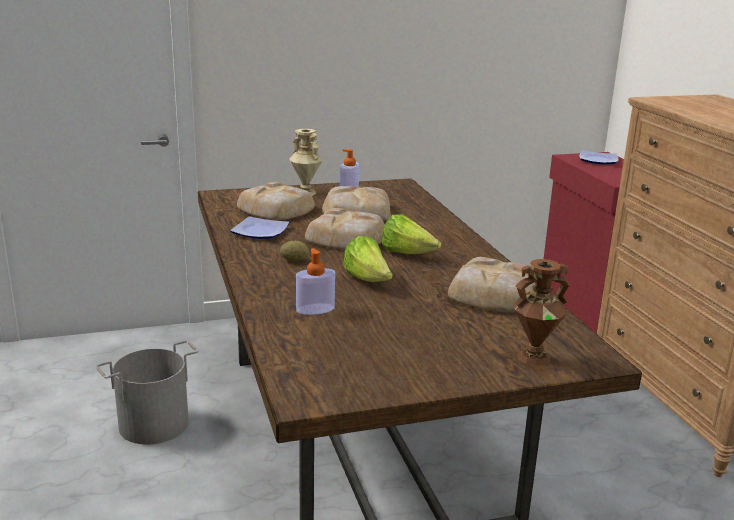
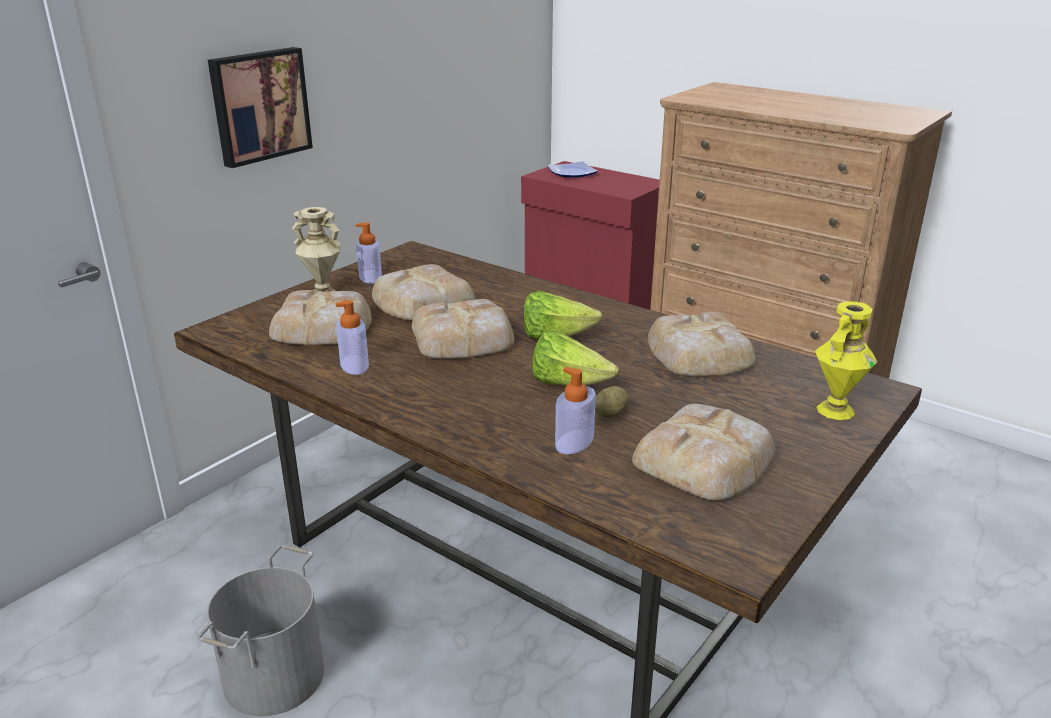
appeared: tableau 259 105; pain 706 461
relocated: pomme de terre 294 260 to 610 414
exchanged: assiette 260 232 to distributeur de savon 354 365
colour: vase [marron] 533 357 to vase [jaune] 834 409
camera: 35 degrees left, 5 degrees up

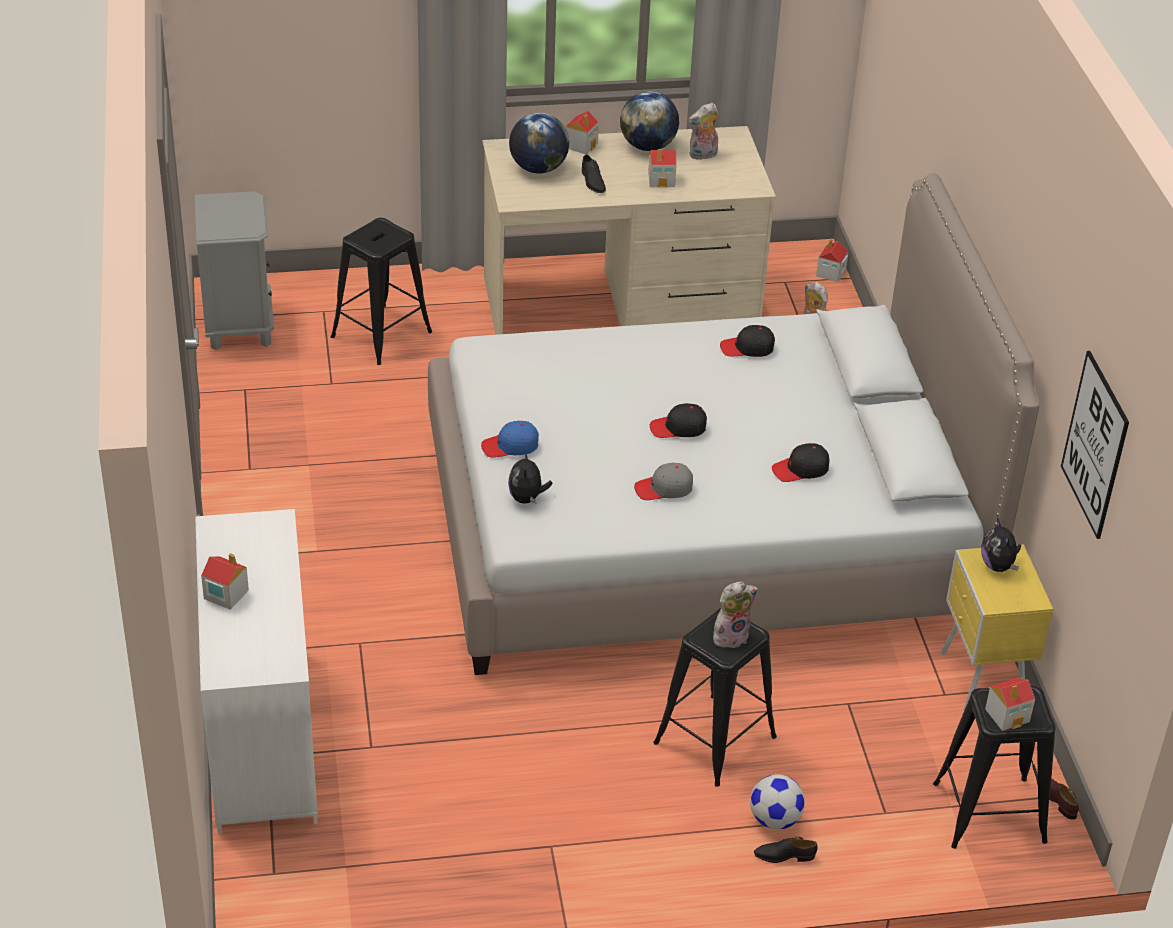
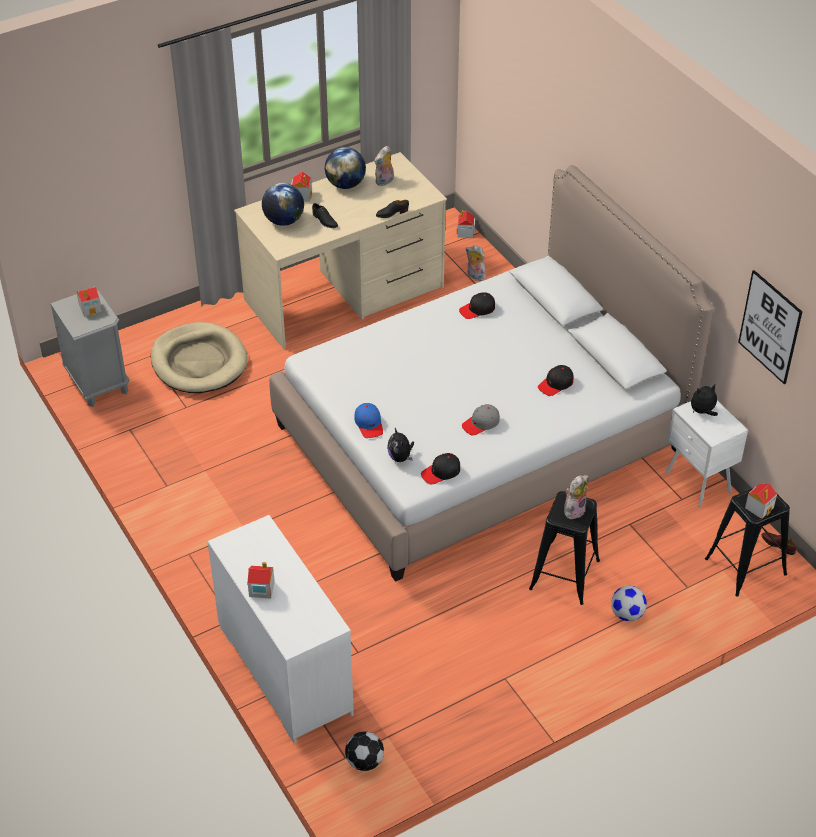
appeared: ballon de foot 364 762
relocated: maison miniature 662 180 to 90 308; casquette [noir] 678 428 to 441 472; chaussure [noir] 784 856 to 392 213
exchanged: tabouret [noir] 381 335 to panier pour chien [beige] 199 362
colour: table de chevet [jaune] 981 681 to table de chevet [blanc] 698 483
spun: casquette [bleu] 510 446 = 369 424 75 degrees counterclockwise; peluche 998 566 = 702 412 105 degrees clockwise
camera: 20 degrees left, 5 degrees up

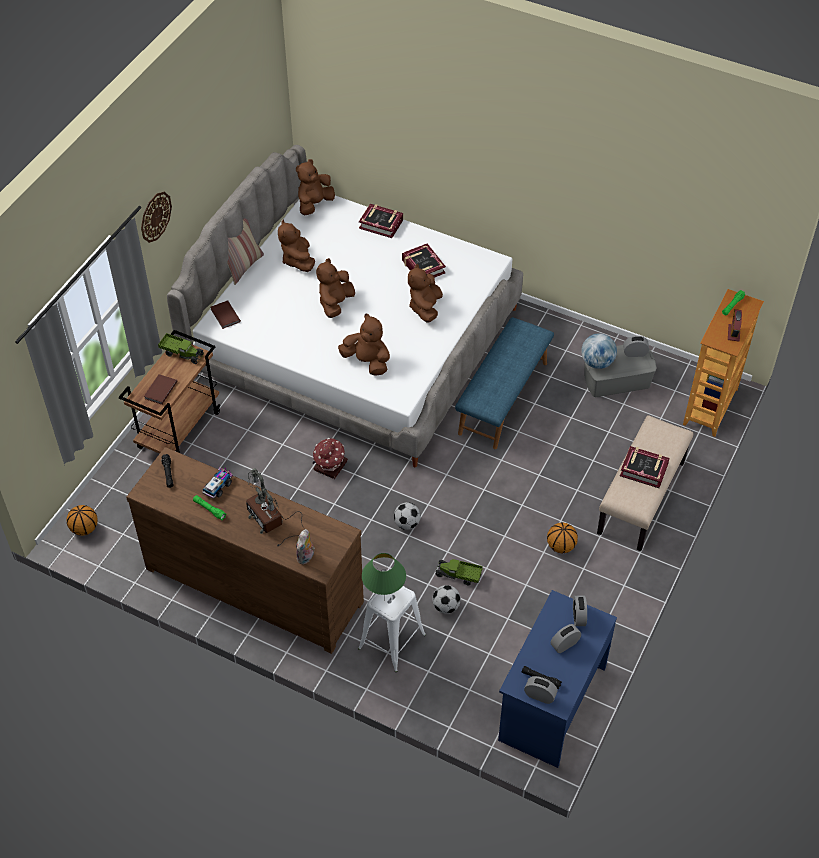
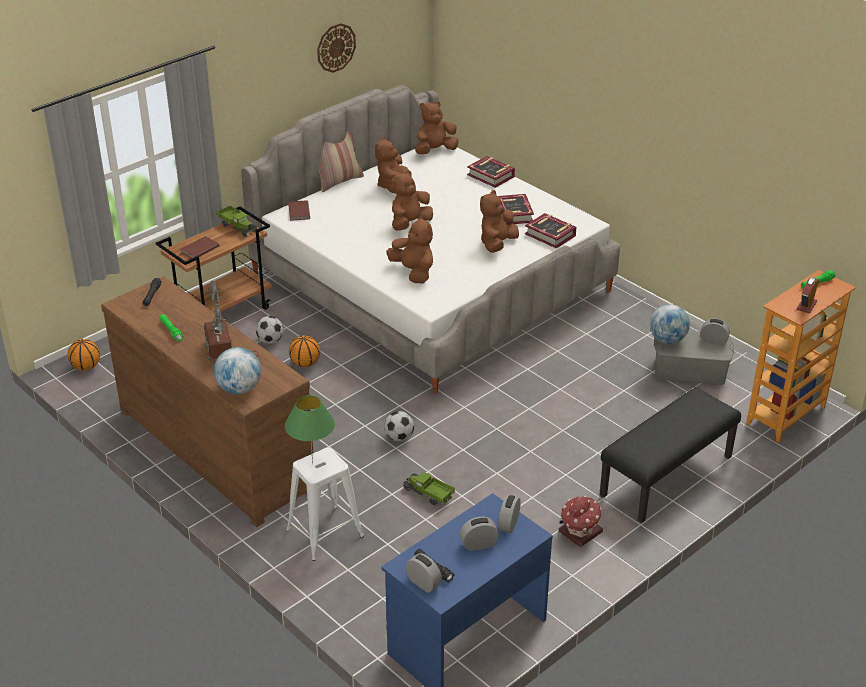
missing: camion jouet 218 486; banc [bleu] 502 397
relocated: horloge murale 155 216 to 336 47; maison miniature 330 466 to 579 532; ballon de foot 446 607 to 270 341; ballon de basket 560 546 to 305 363; livre 644 470 to 550 235
exchanged: peluche 306 557 to globe 239 389
colour: banc [beige] 641 498 to banc [noir] 667 477
camera: 20 degrees right, 15 degrees down

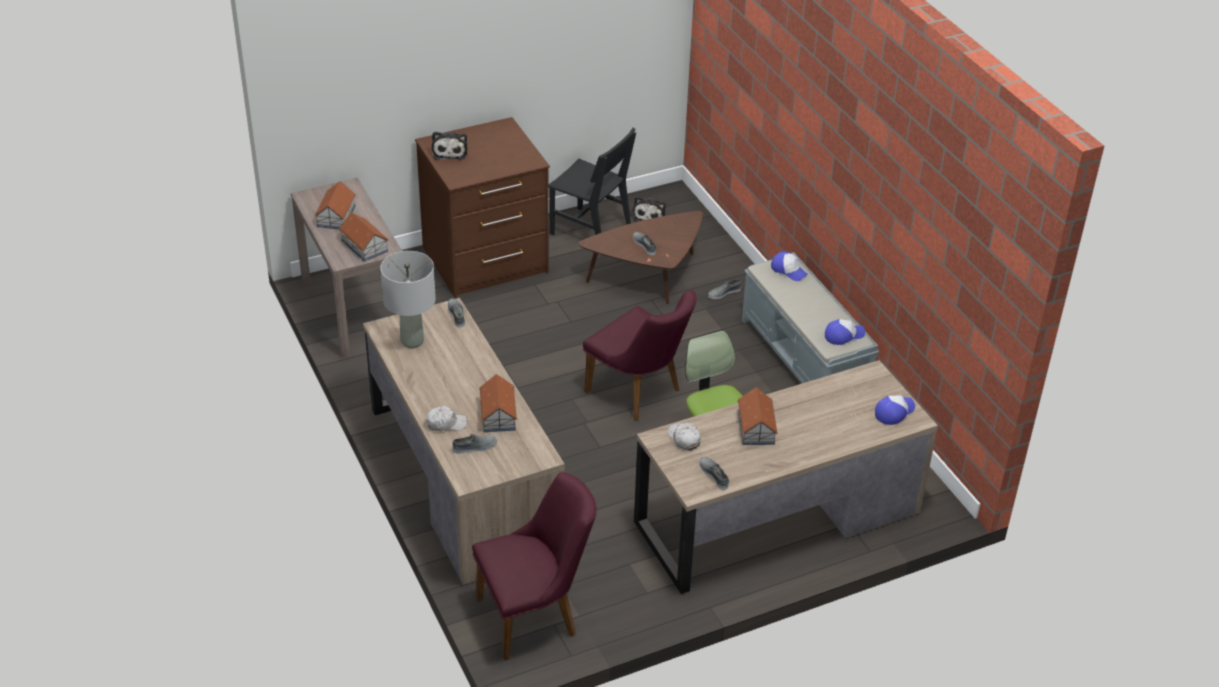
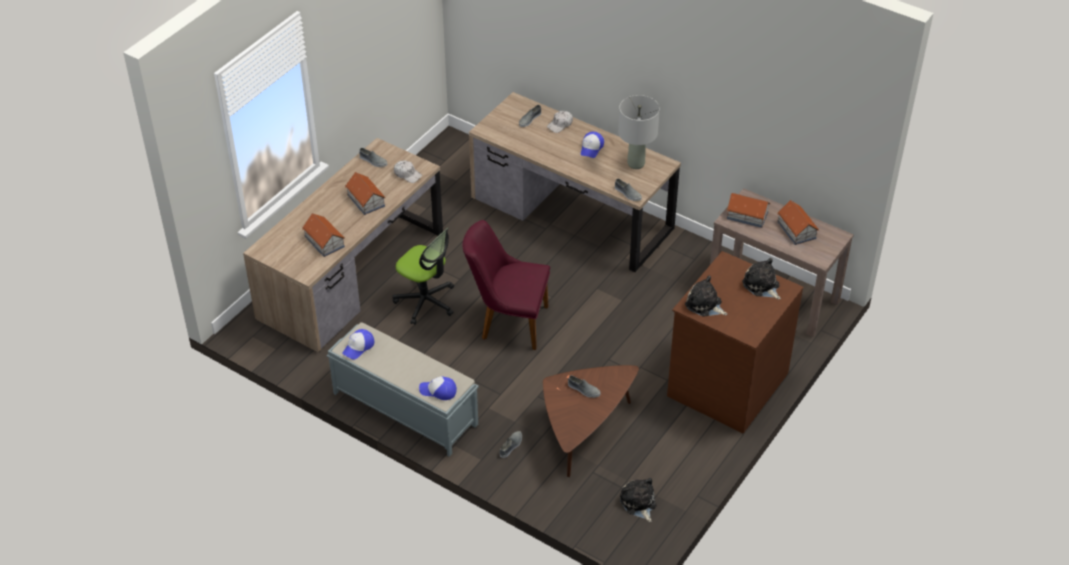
missing: chaise [violet] 536 615; chaise [noir] 590 231
appeared: peluche 705 305
relocated: maison miniature 498 414 to 324 242; casquette 894 412 to 591 148
camera: 150 degrees right, 5 degrees up

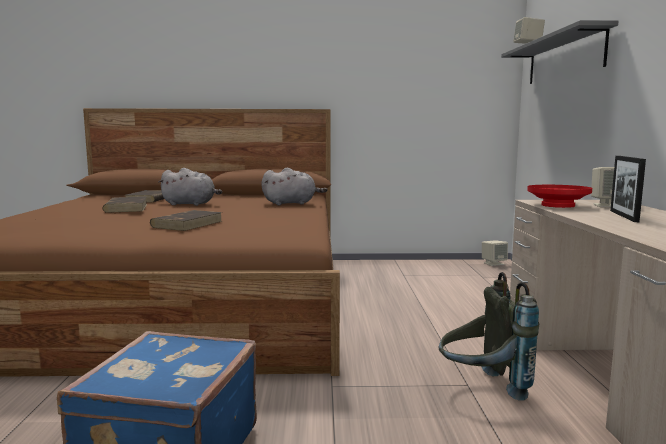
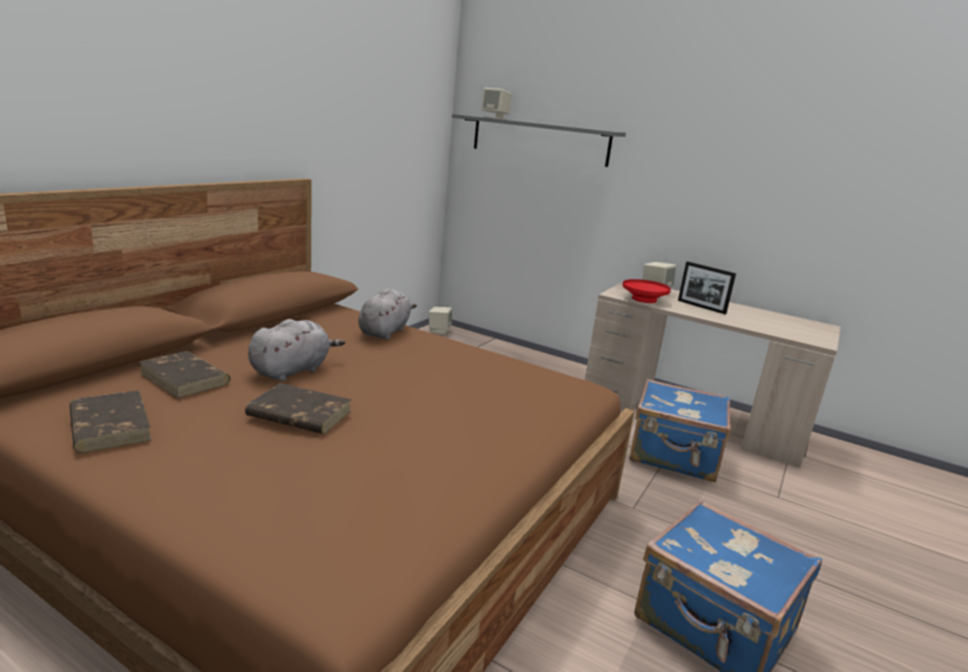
relocated: livre [marron] 188 224 to 109 425
exchanged: sac à dos [gris] 482 388 to valise [bleu] 674 456
camera: 60 degrees left, 10 degrees up

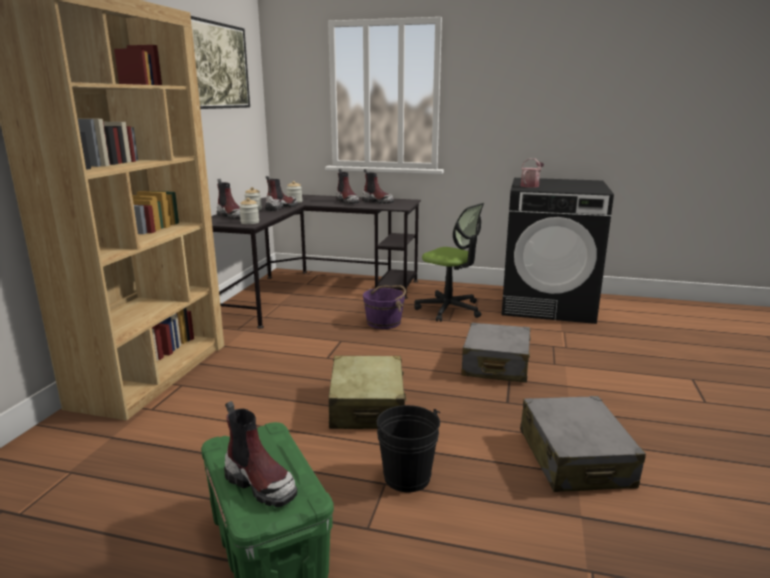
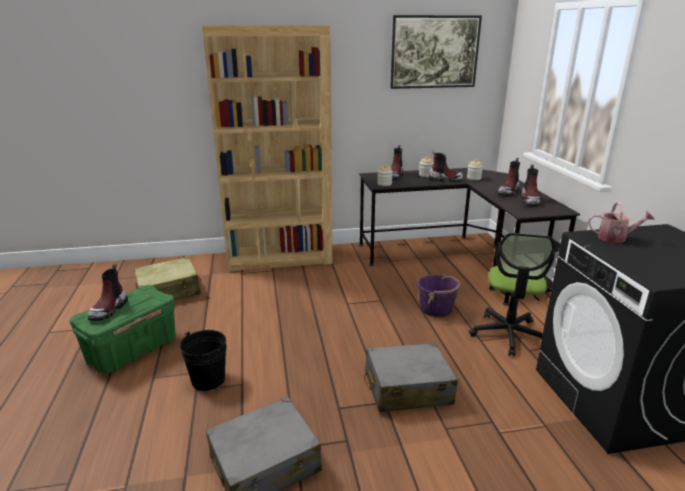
relocated: valise [beige] 367 406 to 169 291
camera: 65 degrees right, 5 degrees up

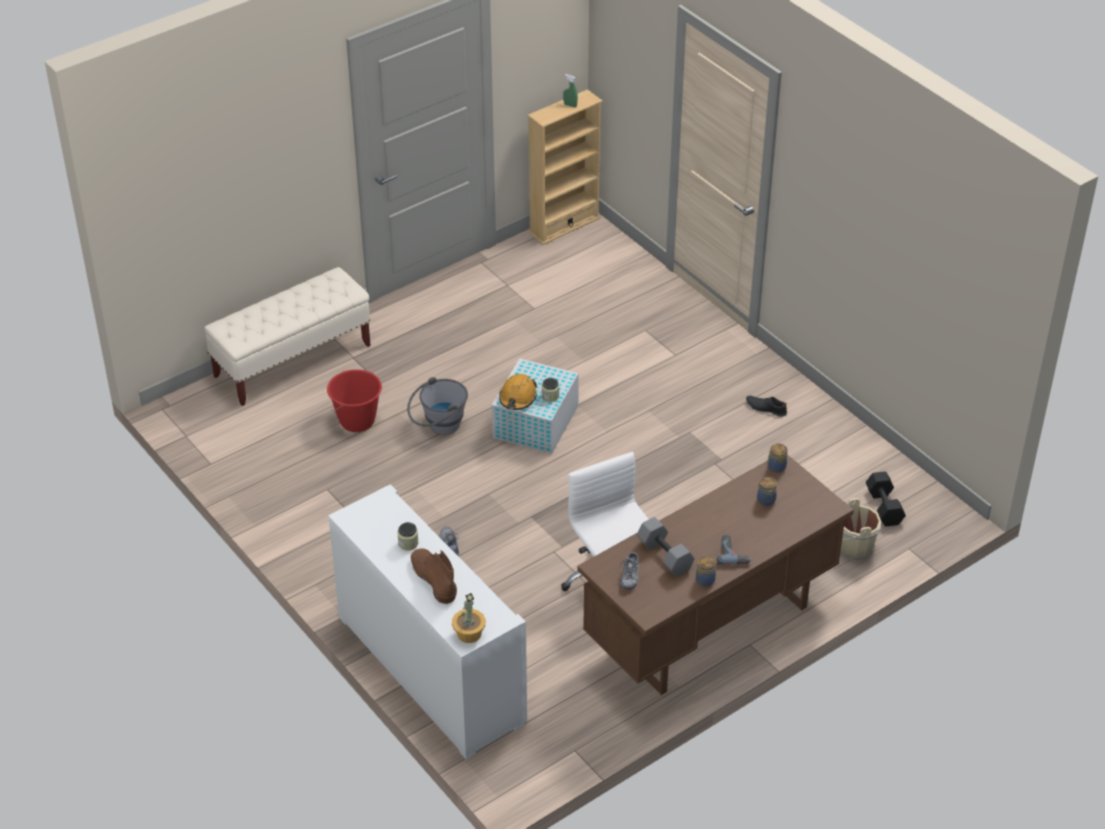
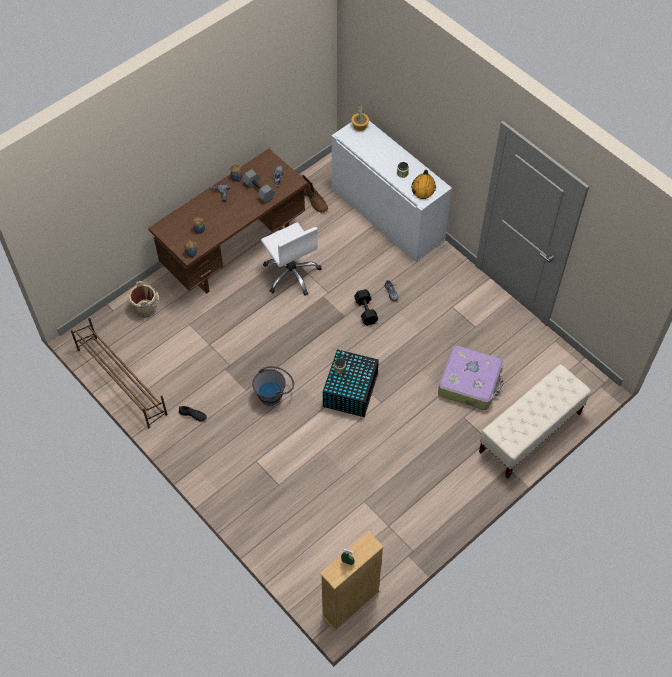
appeared: étagère à chaussures [marron] 121 381
relocated: seau [gris] 438 427 to 274 394; botte [marron] 433 578 to 315 201; casque de chantier [orange] 518 397 to 423 188; haltère [noir] 885 507 to 365 311
exchanged: seau [rouge] 357 421 to valise 470 382
colour: boîte de rangement [blanc] 535 423 to boîte de rangement [noir] 350 390
camera: 175 degrees right, 15 degrees up

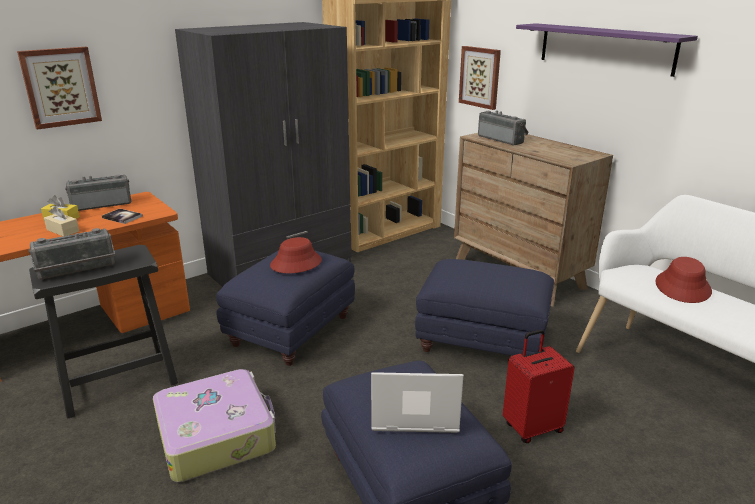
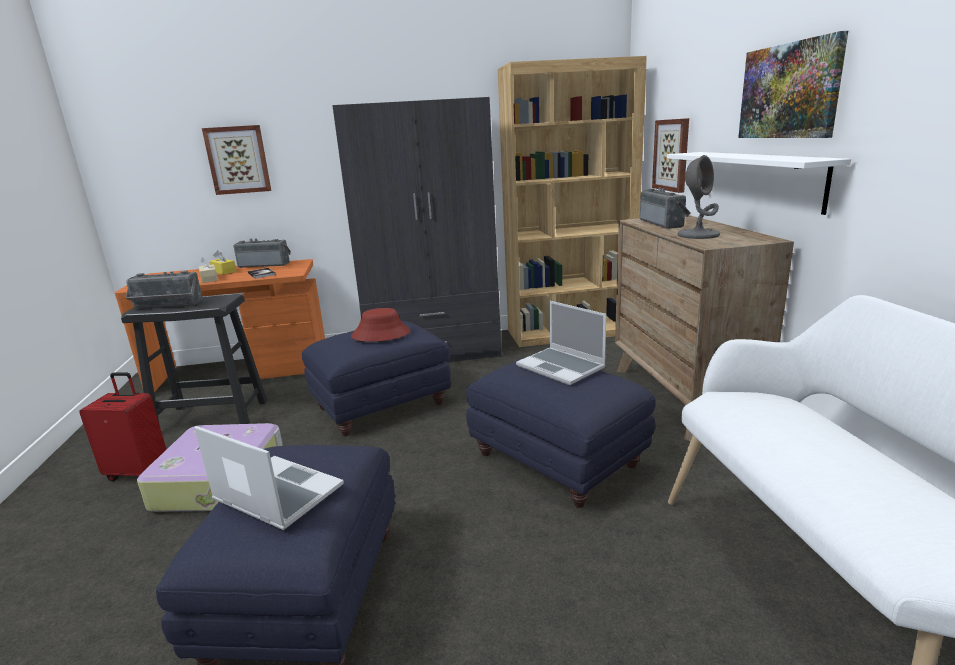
missing: chapeau [rouge] 683 287
appeared: ordinateur portable 562 367; étagère [blanc] 758 178; lampe de table [gris] 698 235
relocated: valise [rouge] 532 427 to 139 471
exchanged: étagère [violet] 605 48 to tableau 789 91
camera: 30 degrees right, 5 degrees down

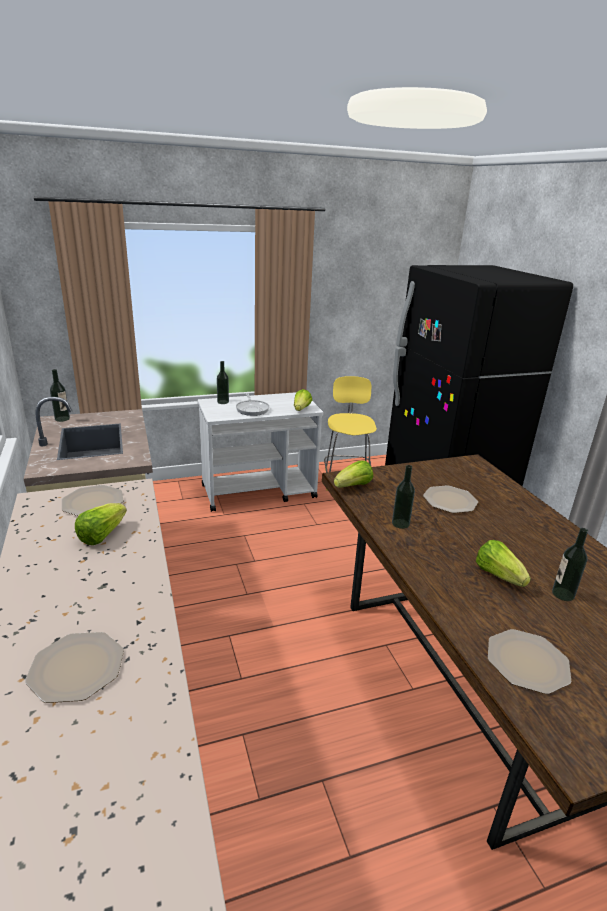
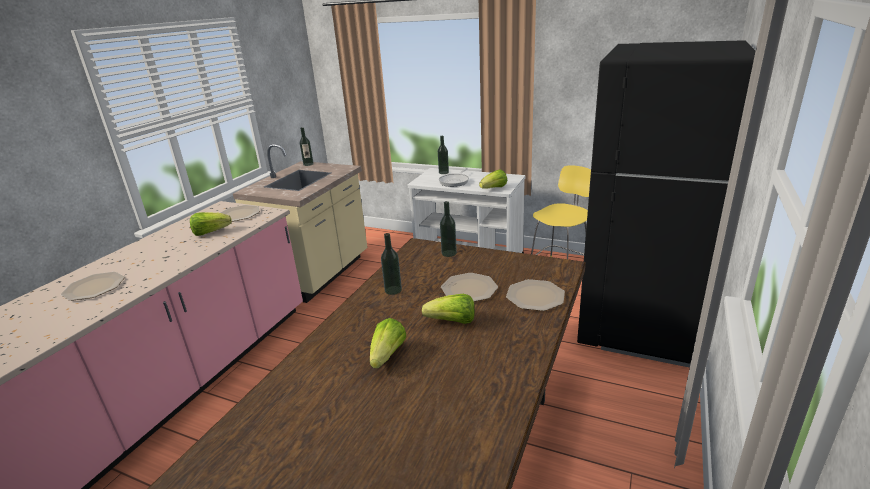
relocated: laitue 353 486 to 452 321; assiette 526 661 to 535 296; bouteille 563 594 to 449 253
camera: 45 degrees right, 0 degrees up

